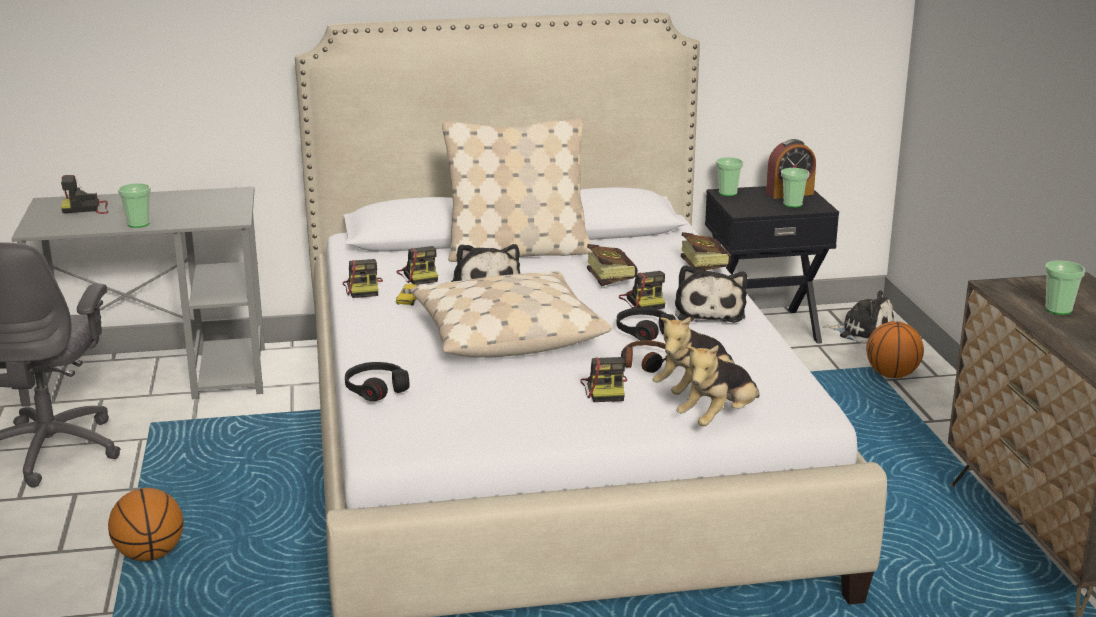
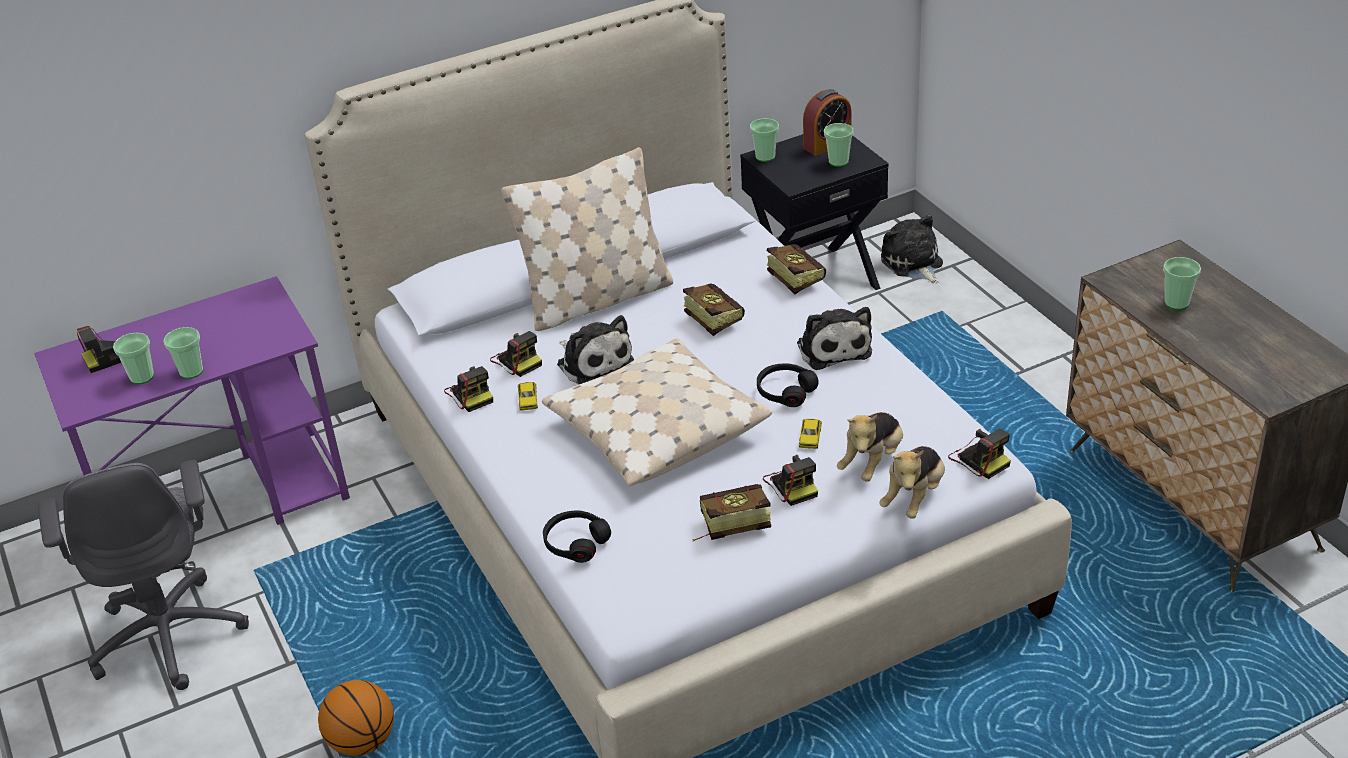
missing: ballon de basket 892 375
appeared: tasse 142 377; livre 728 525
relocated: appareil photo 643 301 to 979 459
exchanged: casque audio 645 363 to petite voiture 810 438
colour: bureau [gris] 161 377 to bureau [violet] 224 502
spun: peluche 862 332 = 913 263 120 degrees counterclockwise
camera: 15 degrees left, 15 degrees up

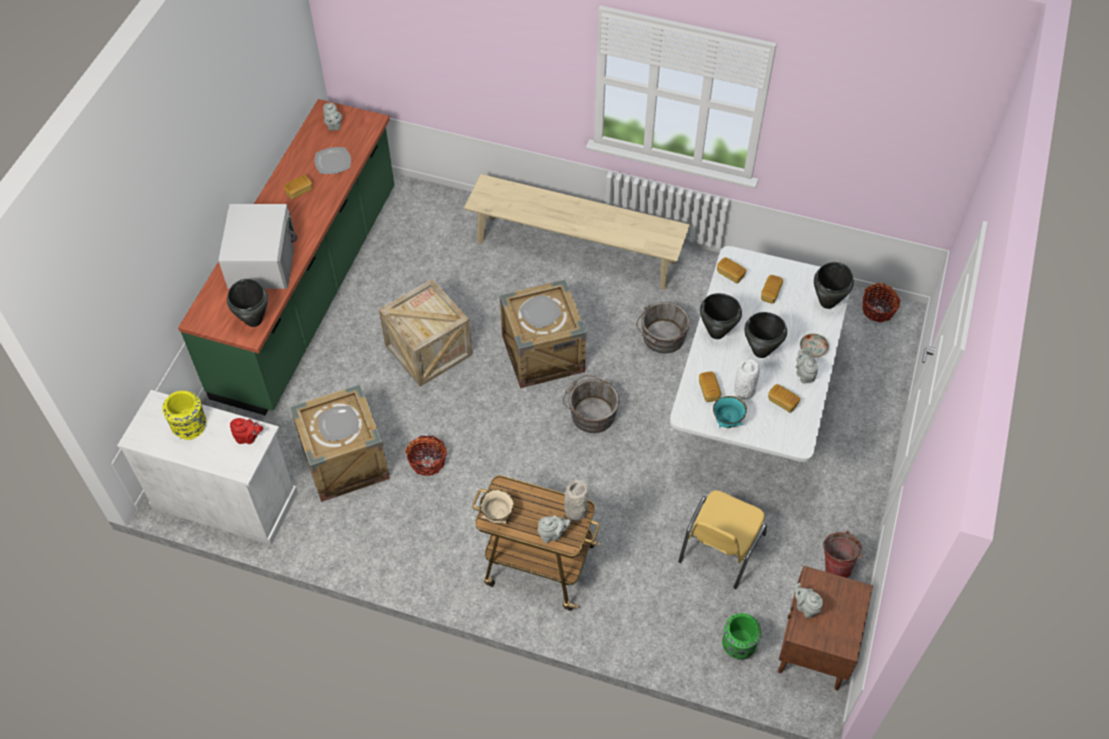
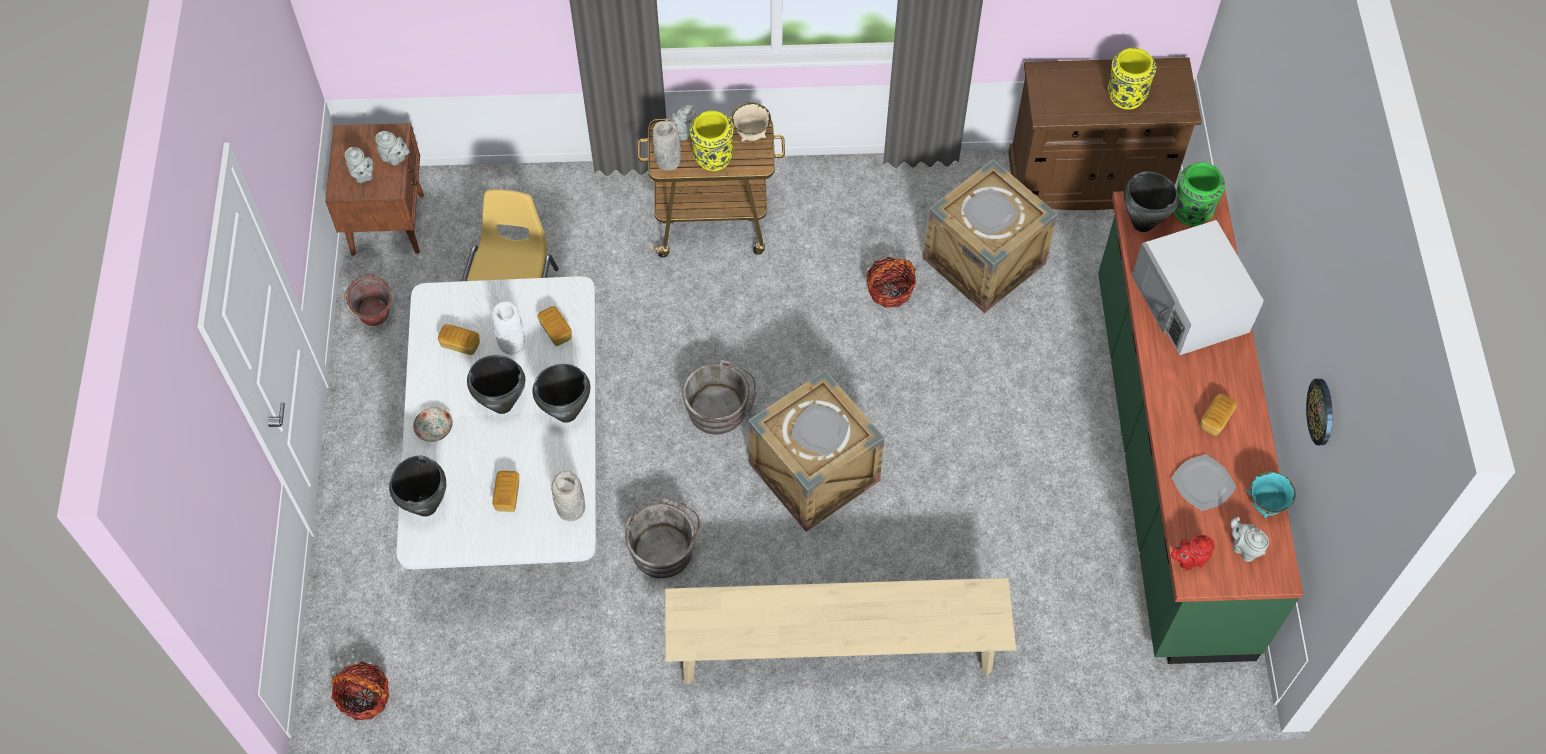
missing: caisse 428 350
appeared: vase [jaune] 712 158; horloge murale 1321 411
relocated: théière [rouge] 248 438 to 1188 560; bol [turquoise] 727 422 to 1265 505; vase [vert] 738 646 to 1191 211; théière [gris] 804 375 to 363 176
exchanged: pain 730 274 to vase [gris] 570 508
colour: meuble de rangement [blanc] 225 500 to meuble de rangement [marron] 1088 180
camera: 160 degrees right, 5 degrees up

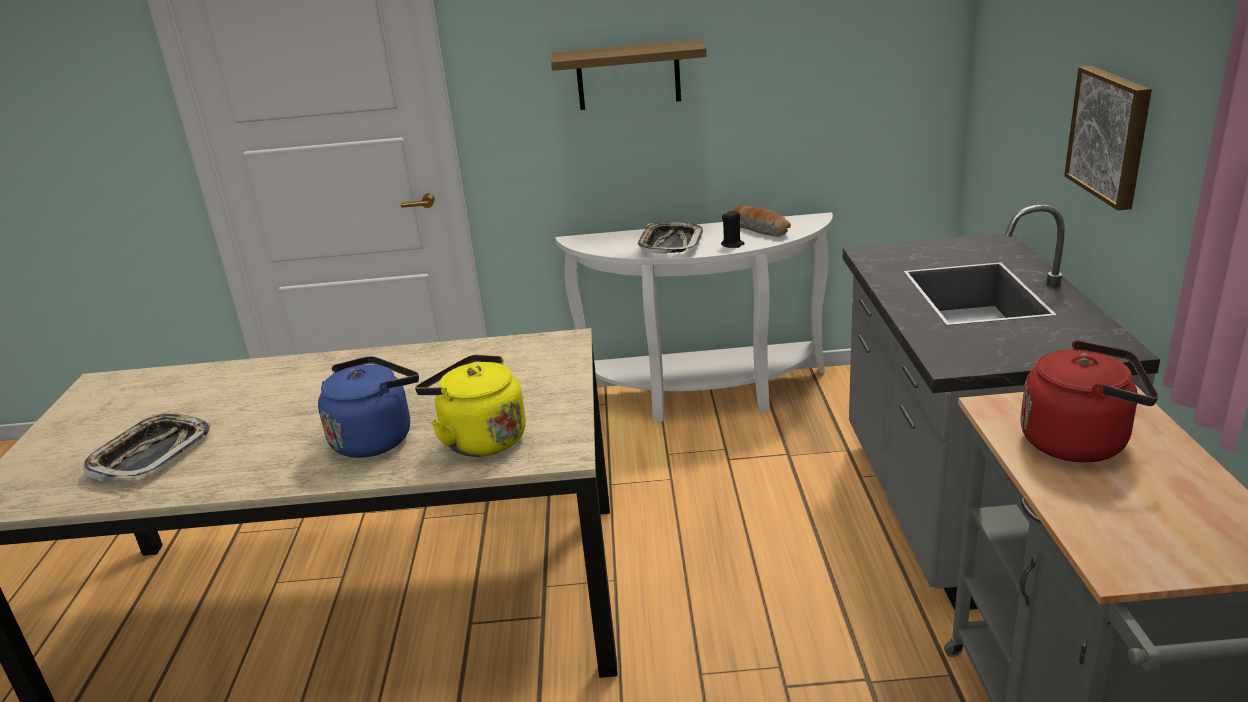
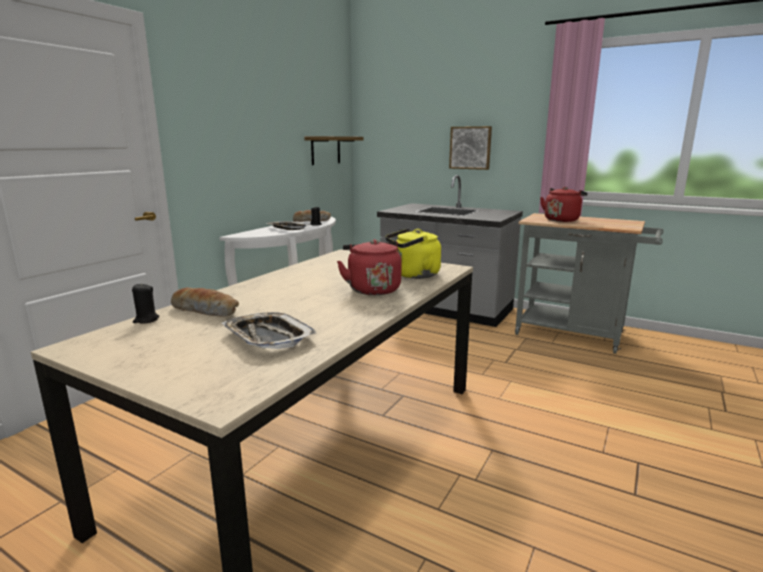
appeared: bougie [noir] 146 320; pain 206 311
relocated: étagère 628 75 to 325 150
colour: bouilloire [bleu] 376 438 to bouilloire [rouge] 372 289
camera: 60 degrees left, 10 degrees down

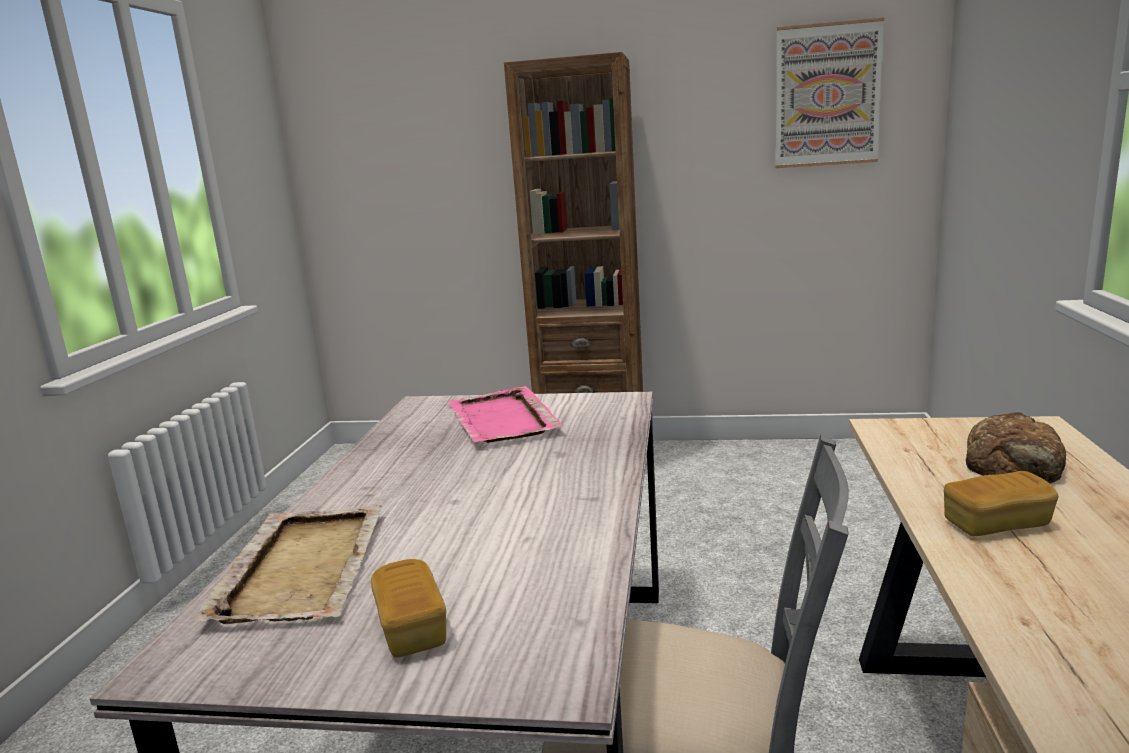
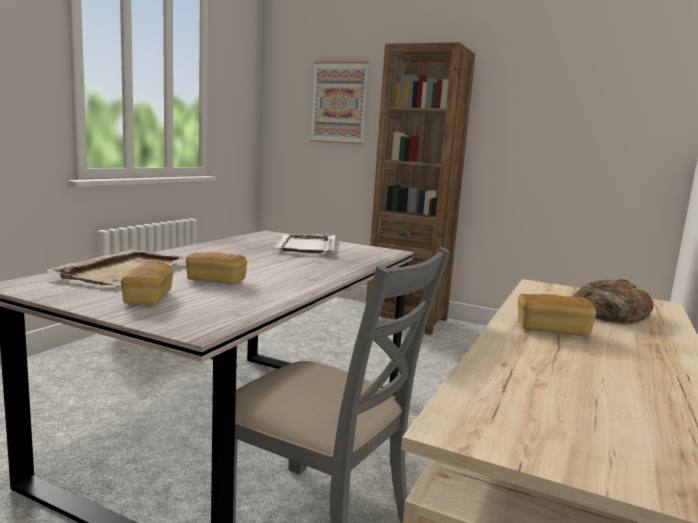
appeared: pain 216 281
relocated: tableau 827 95 to 339 103
colour: plateau [rose] 502 420 to plateau [blanc] 306 246
camera: 15 degrees right, 5 degrees down

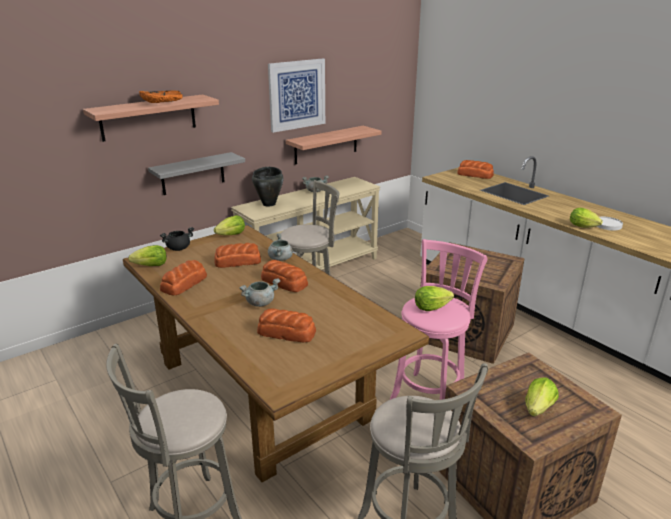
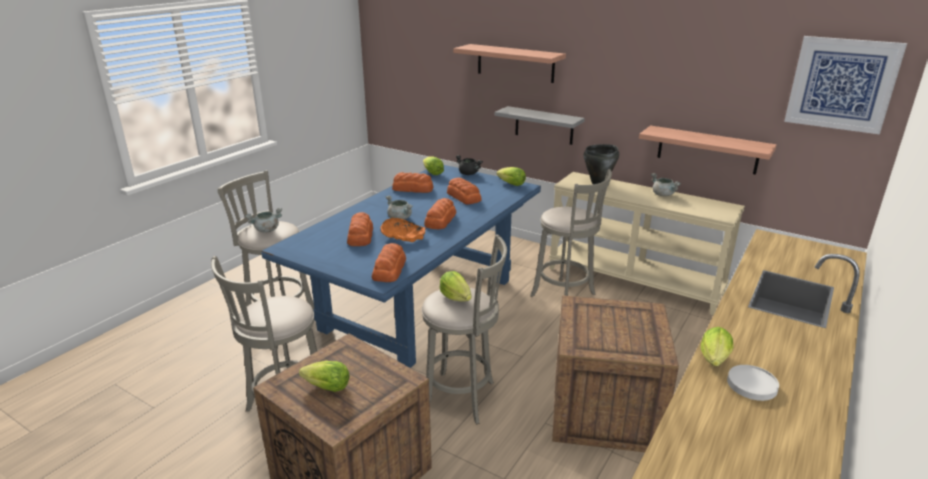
relocated: bol [orange] 162 102 to 402 237; tableau 297 95 to 842 84; marmite [gris] 281 259 to 266 230; pain 474 175 to 390 269
colour: table à manger [marron] 262 389 to table à manger [bleu] 419 304; tabouret [rose] 430 395 to tabouret [gris] 463 398
camera: 70 degrees right, 0 degrees up

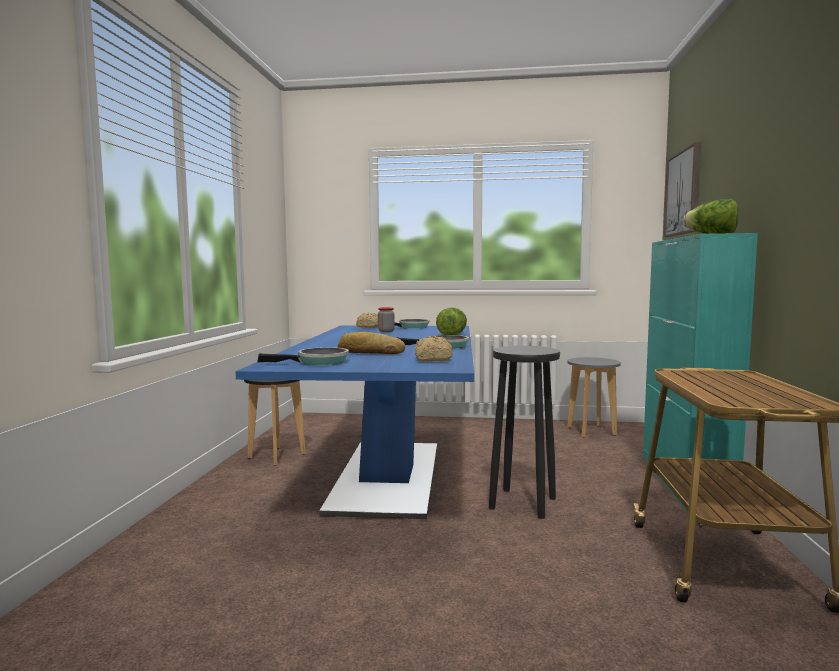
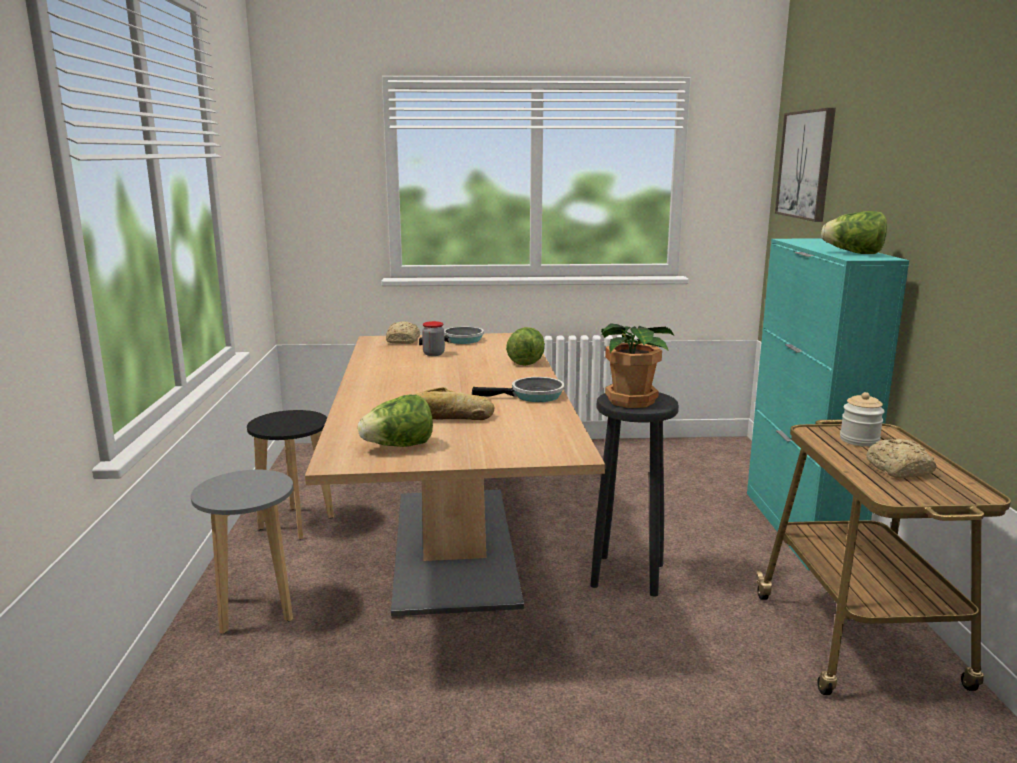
appeared: plante en pot 631 400; bocal 859 440
relocated: pain 433 359 to 898 470; tabouret [gris] 591 431 to 255 609
exchanged: poêle 318 362 to laitue 399 446
colour: table à manger [bleu] 387 477 to table à manger [beige] 454 547
camera: 10 degrees left, 10 degrees up

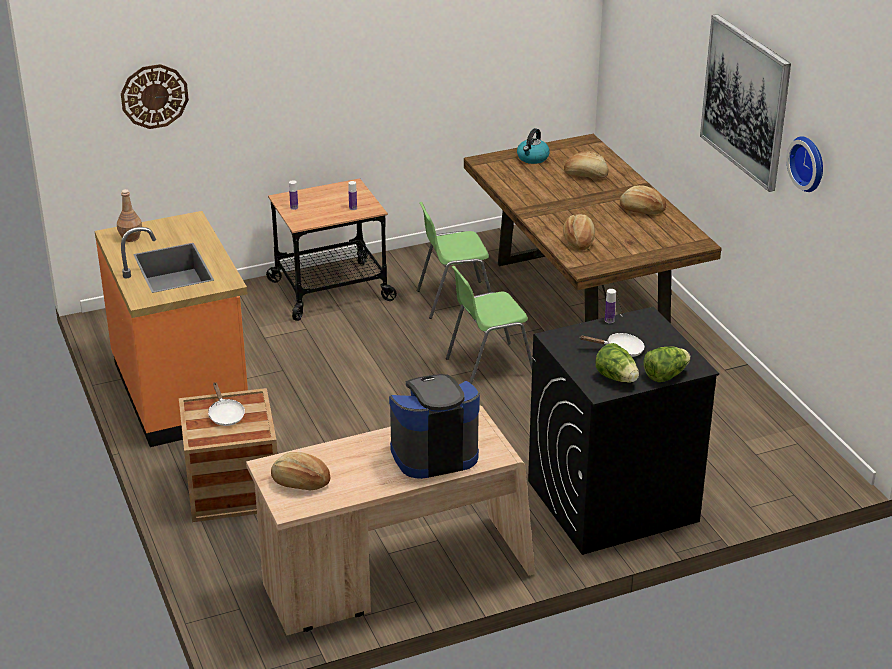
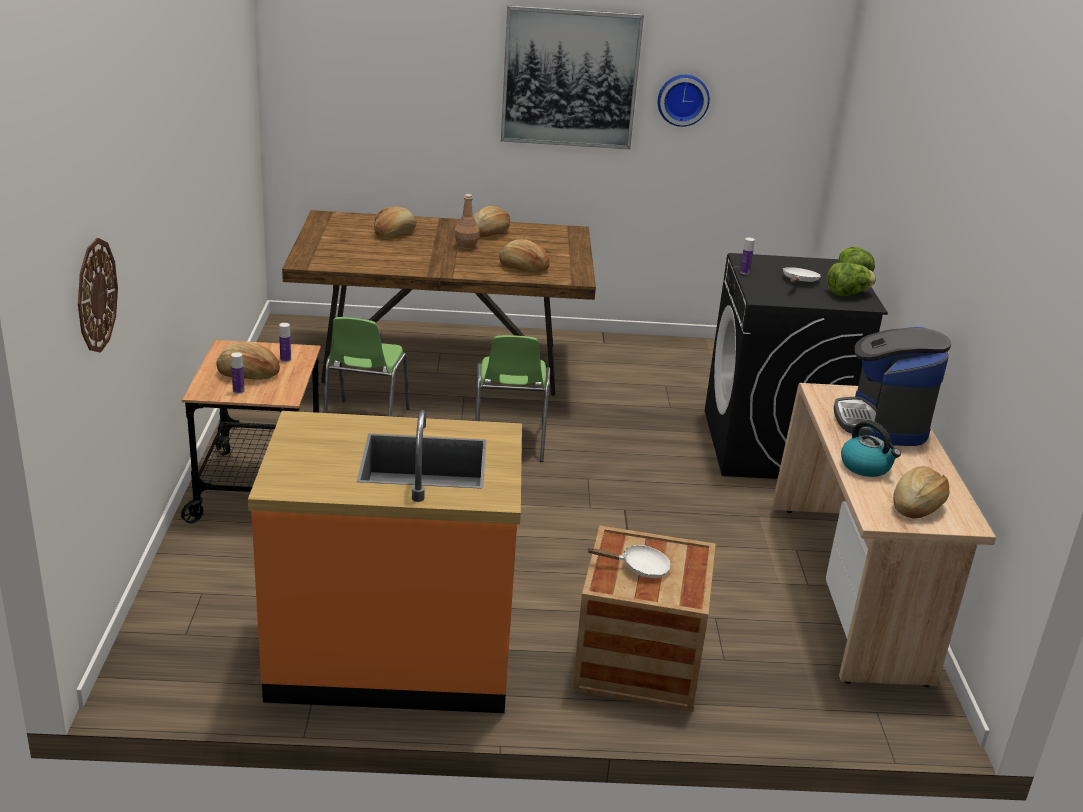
appeared: pain 248 374
relocated: bouteille [marron] 130 237 to 466 246; bouilloire 532 158 to 866 467
camera: 70 degrees left, 5 degrees down

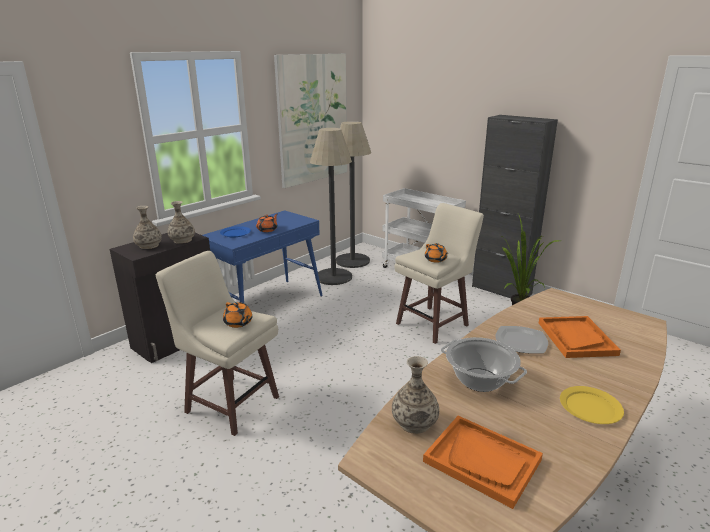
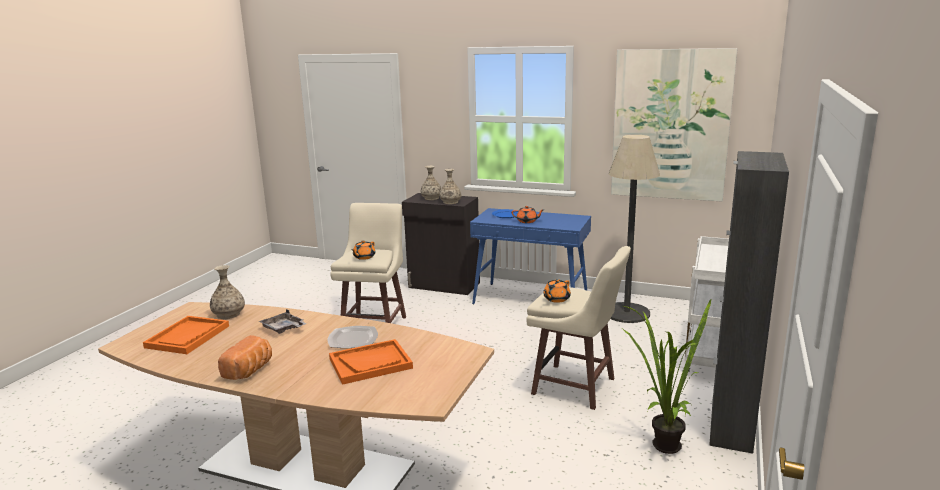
missing: lampadaire 352 261
exchanged: marmite 480 380 to plateau [gris] 283 328; assiette [jaune] 590 407 to pain 250 370
camera: 70 degrees right, 5 degrees down

